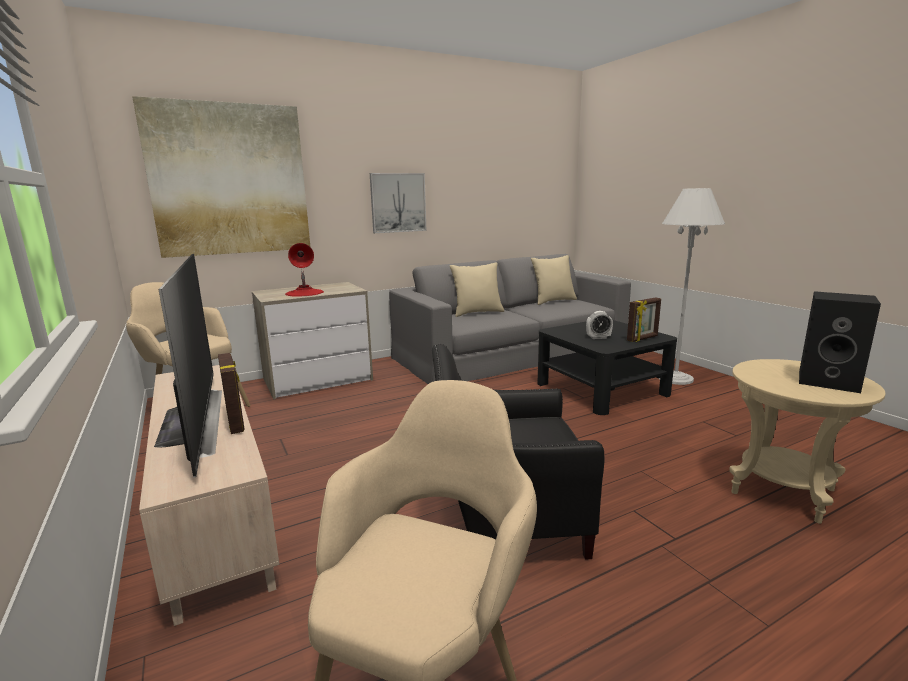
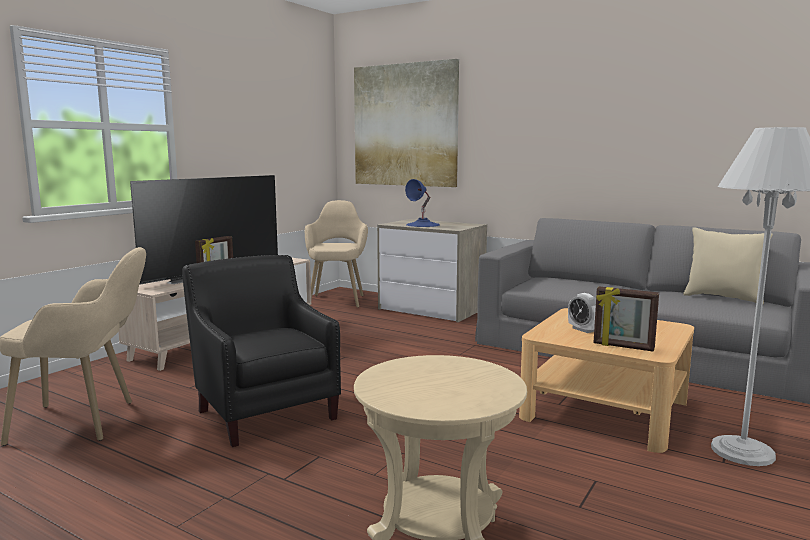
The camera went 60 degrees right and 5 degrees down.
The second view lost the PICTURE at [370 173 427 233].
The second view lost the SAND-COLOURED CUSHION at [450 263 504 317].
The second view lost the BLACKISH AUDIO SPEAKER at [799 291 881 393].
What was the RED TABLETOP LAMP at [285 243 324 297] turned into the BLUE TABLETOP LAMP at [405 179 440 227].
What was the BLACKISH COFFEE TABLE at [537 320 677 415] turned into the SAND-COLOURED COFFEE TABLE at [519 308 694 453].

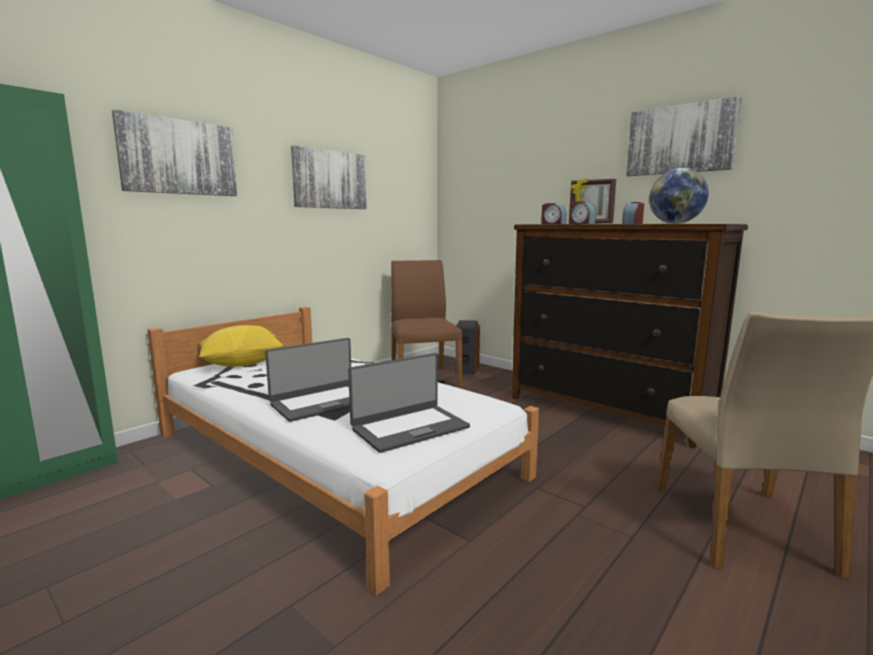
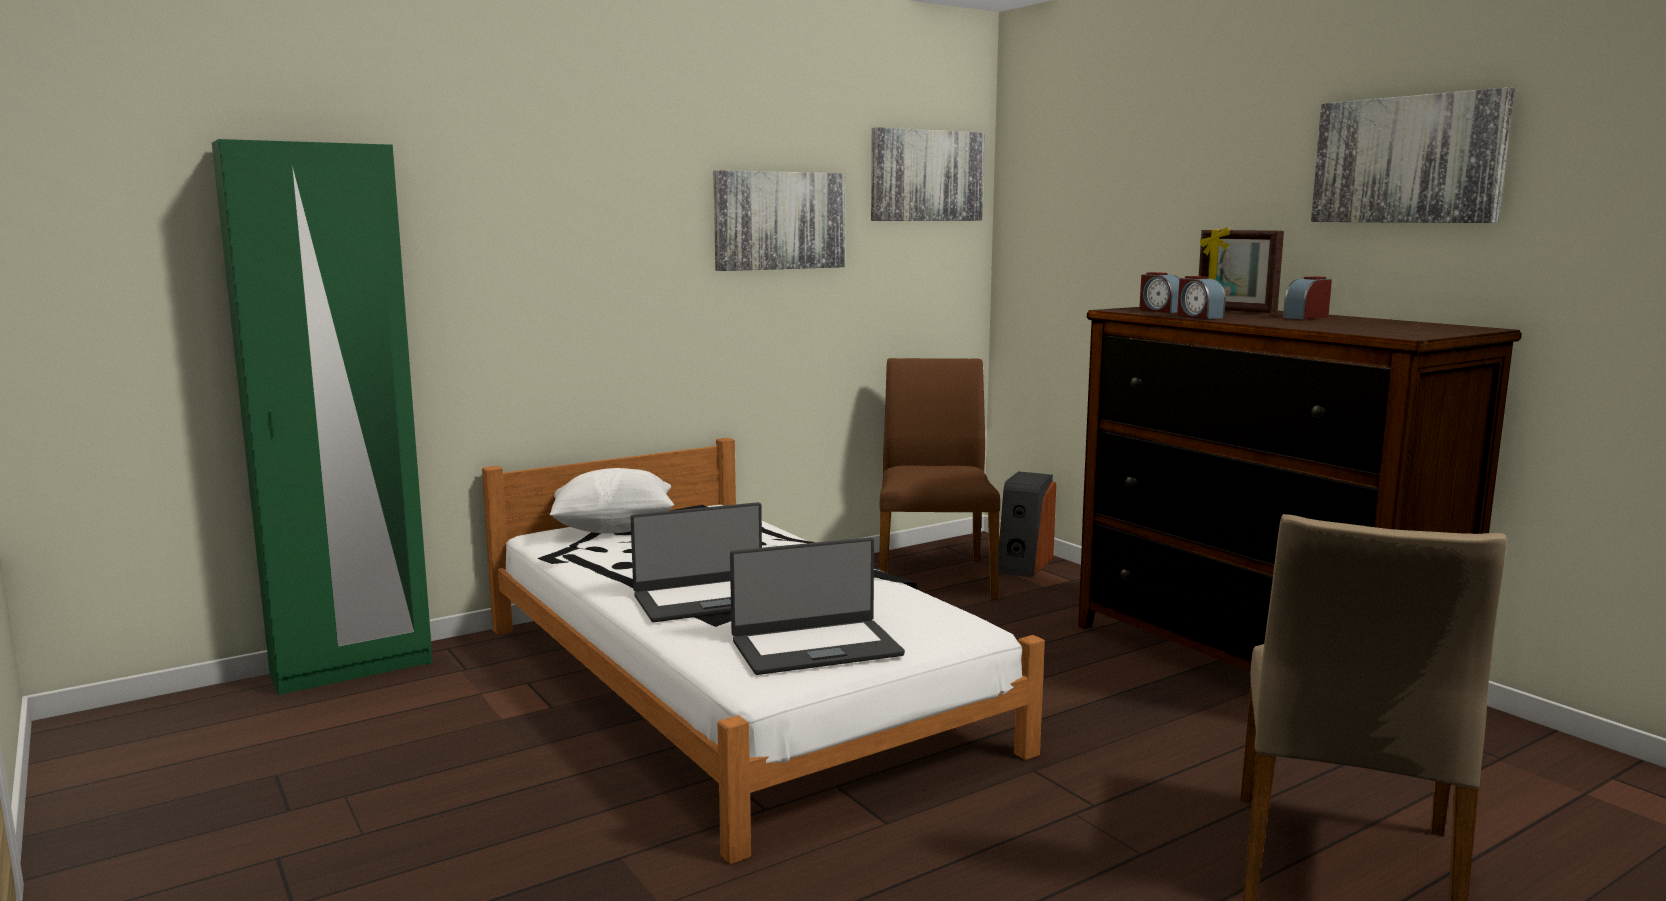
The camera went 15 degrees right and 0 degrees up.
The second view lost the DESK GLOBE at [649 168 709 224].
The PICTURE ended up elsewhere, having gone from [112 109 238 196] to [871 127 985 221].
What was the YELLOW CUSHION at [199 325 283 367] turned into the WHITISH CUSHION at [550 468 674 534].

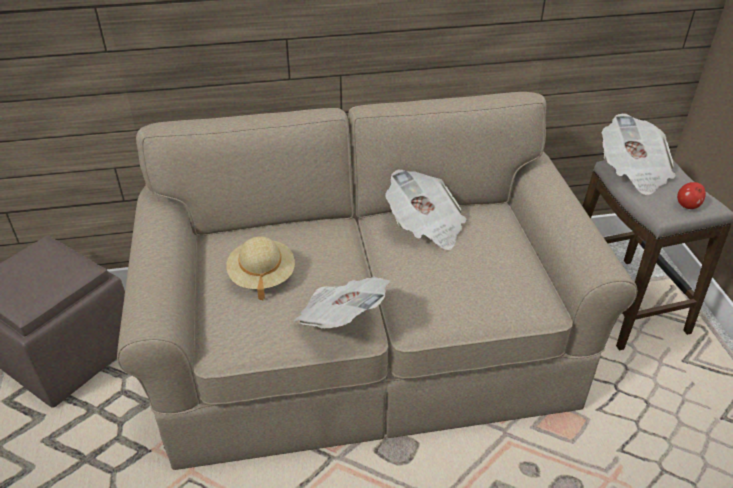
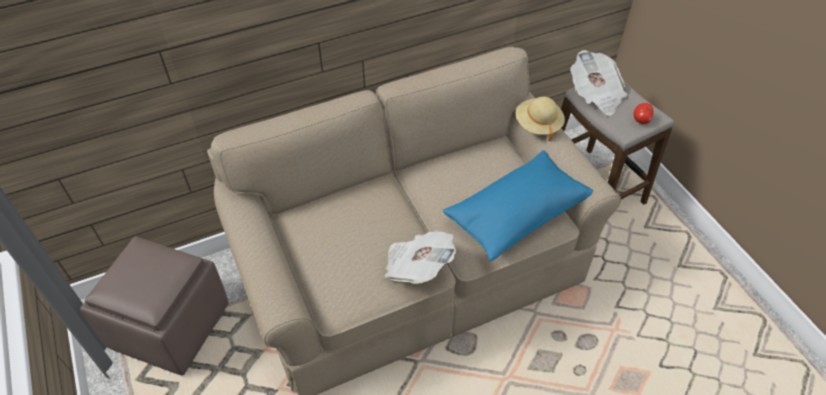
The camera went 15 degrees left and 10 degrees up.
The second view lost the NEWSPAPER at [385 169 467 250].
The second view gained the BLUE CUSHION at [443 150 593 261].
The SAND-COLOURED CLOTHING HAT ended up elsewhere, having gone from [226 236 295 300] to [516 97 565 141].

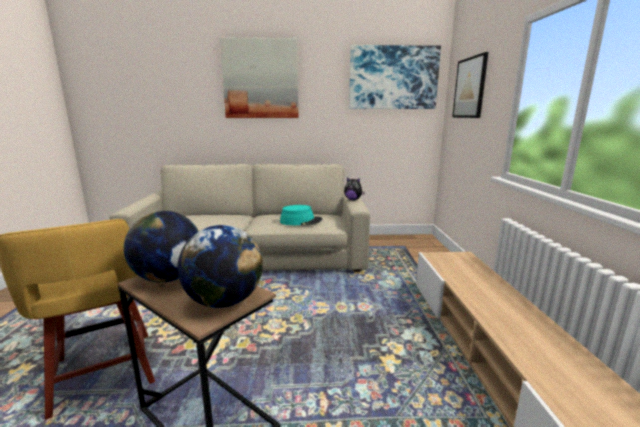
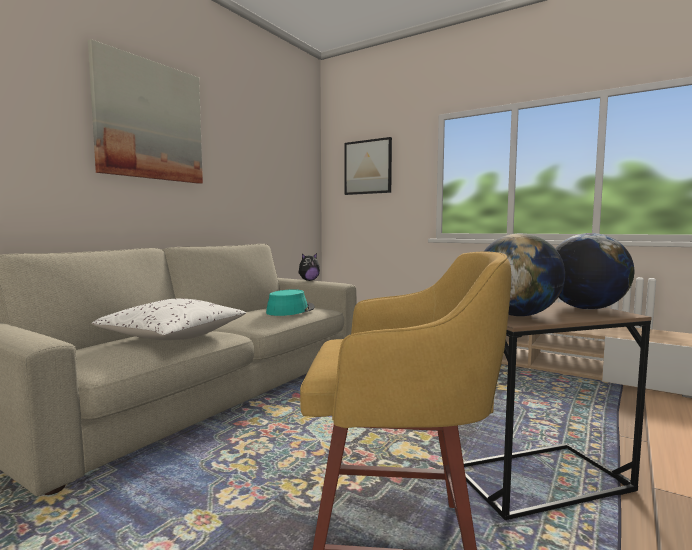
The camera went 55 degrees left and 10 degrees down.
The second view lost the PICTURE at [349 45 441 109].
The second view gained the WHITISH CUSHION at [92 299 246 340].

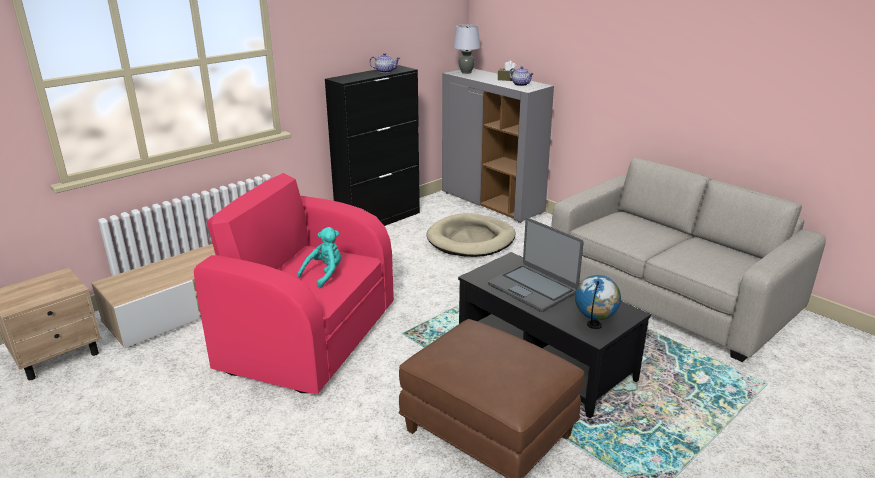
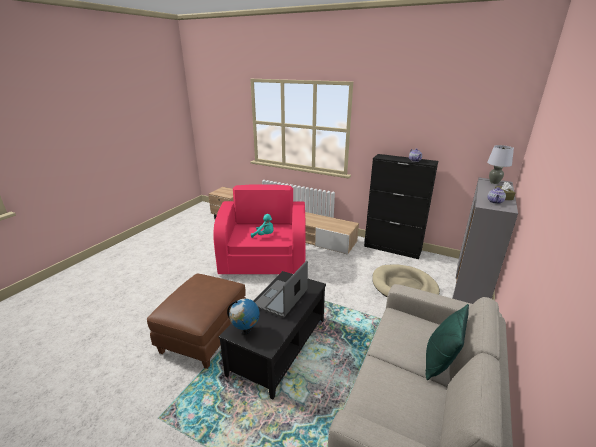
The camera went 70 degrees right and 0 degrees up.
The second view gained the GREENISH CUSHION at [425 304 469 380].

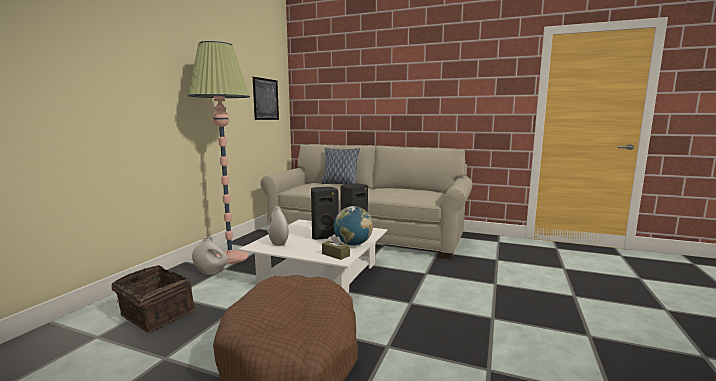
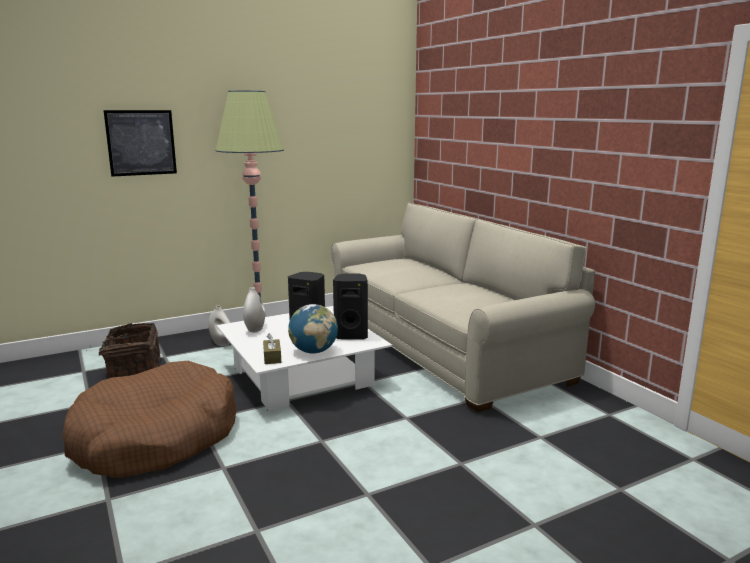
The camera went 40 degrees right and 5 degrees up.
The second view lost the CUSHION at [321 148 360 184].
The PICTURE ended up elsewhere, having gone from [253 77 279 120] to [103 110 177 177].

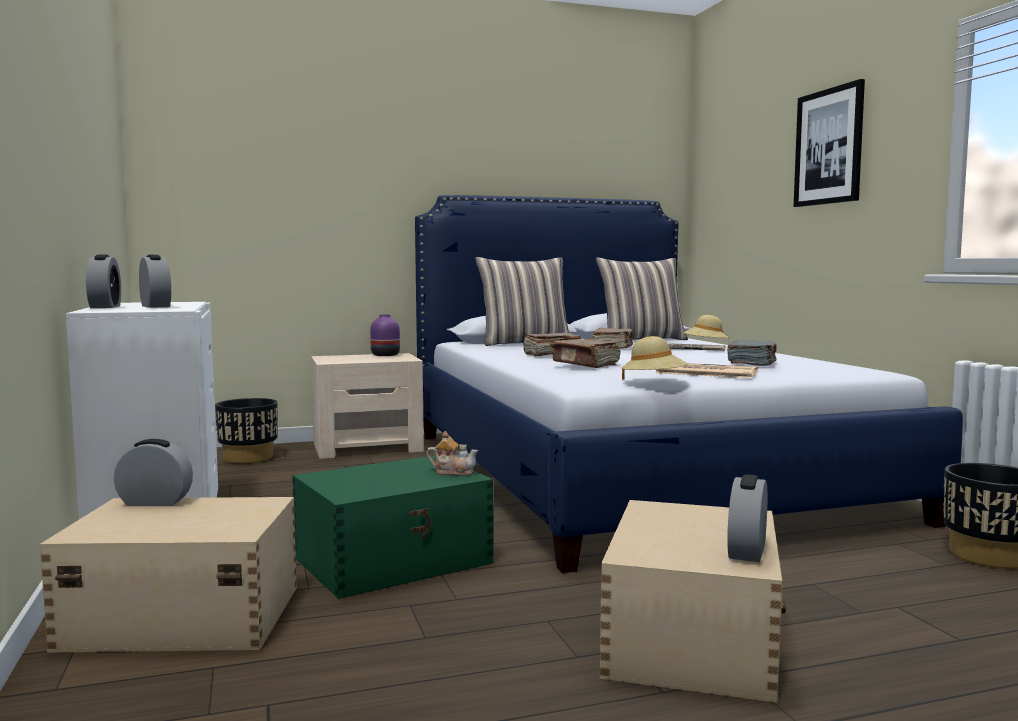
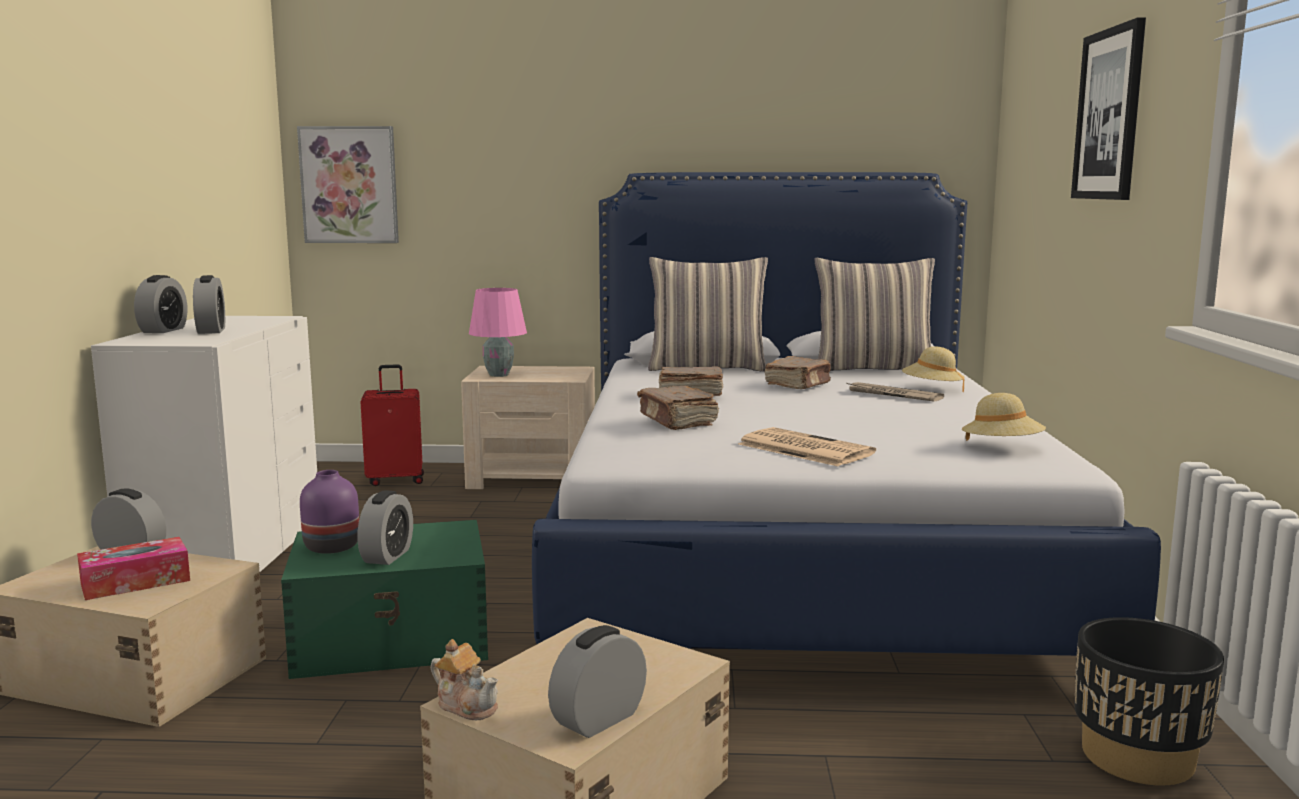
The camera went 20 degrees right and 5 degrees up.
The second view lost the GRAY BOUND BOOK at [727 339 777 366].
The second view gained the TISSUE BOX at [77 537 190 600].
The second view gained the PICTURE at [297 126 399 243].
The second view gained the ALARM CLOCK at [357 490 413 565].
The second view gained the PINK-COLOURED TABLETOP LAMP at [469 288 527 377].
The PURPLE-COLOURED VASE ended up elsewhere, having gone from [370 314 400 356] to [300 470 359 554].
The TEAPOT ended up elsewhere, having gone from [427 431 478 476] to [431 639 498 720].
The SAND-COLOURED CLOTHING HAT ended up elsewhere, having gone from [621 336 688 381] to [962 393 1046 441].
Where the BLACKISH FLOWER POT stood at [215 398 278 464], the RED TRAVEL CASE came to stand at [360 364 424 486].

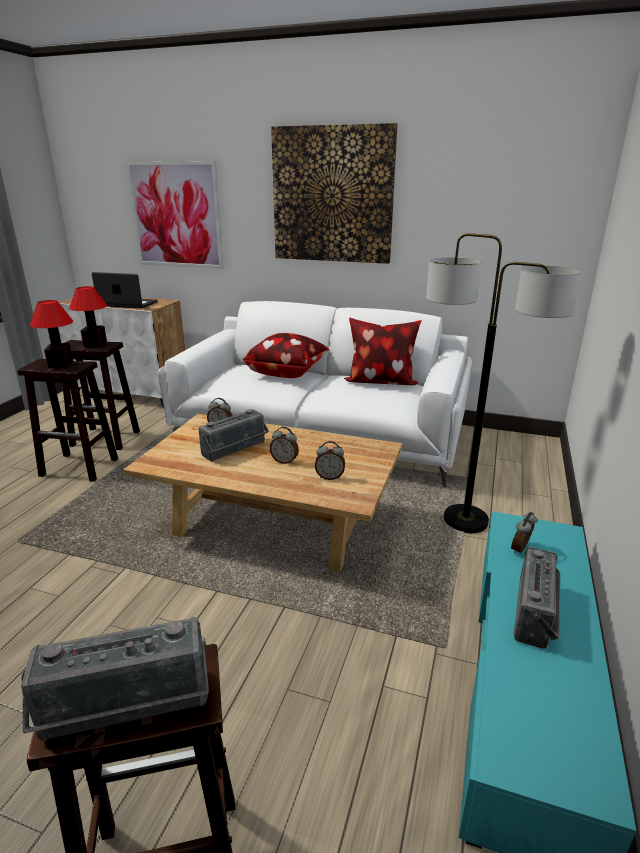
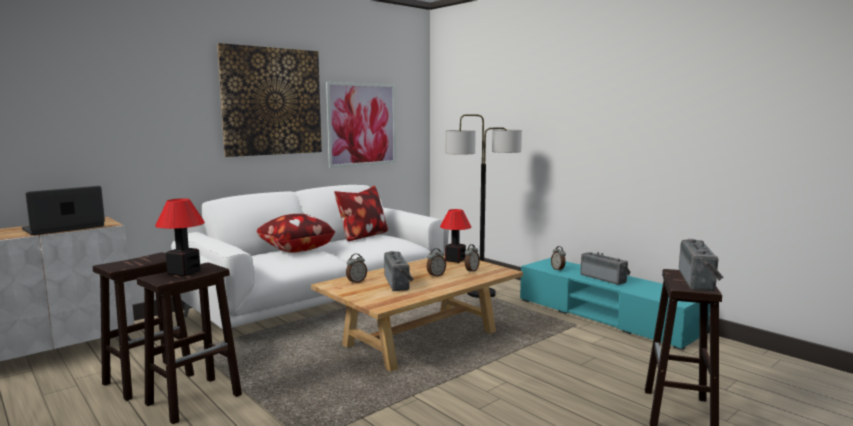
The camera went 60 degrees left and 15 degrees down.
The TABLETOP LAMP ended up elsewhere, having gone from [69 286 107 347] to [440 209 471 263].
The PICTURE ended up elsewhere, having gone from [126 161 224 269] to [326 82 396 168].

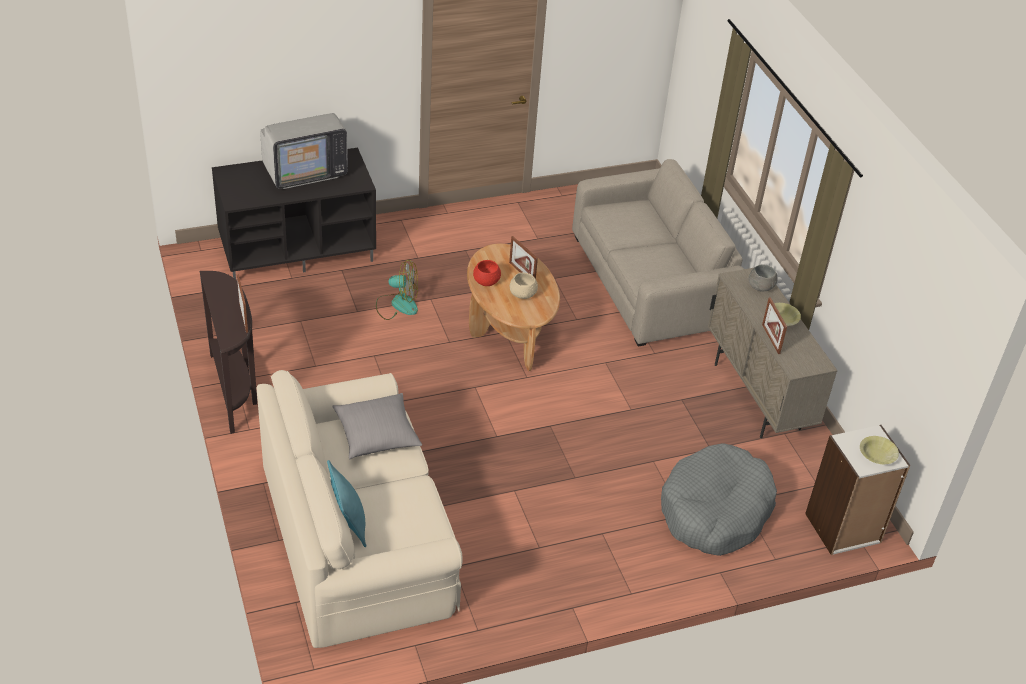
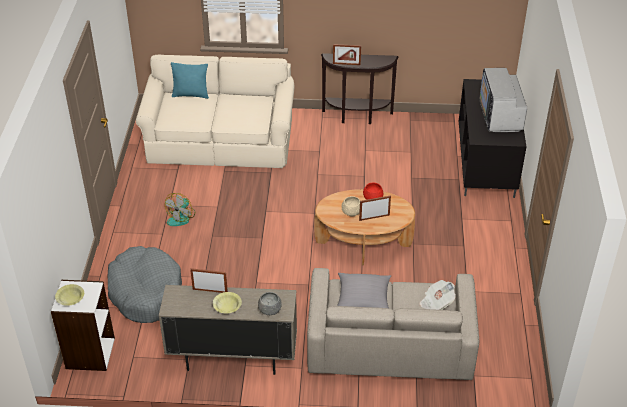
The camera went 115 degrees right and 0 degrees up.
The second view gained the NEWSPAPER at [419 280 456 310].
The GRAY CUSHION ended up elsewhere, having gone from [332 393 422 459] to [337 273 391 308].
The ELECTRIC FAN ended up elsewhere, having gone from [376 260 418 320] to [165 193 195 226].

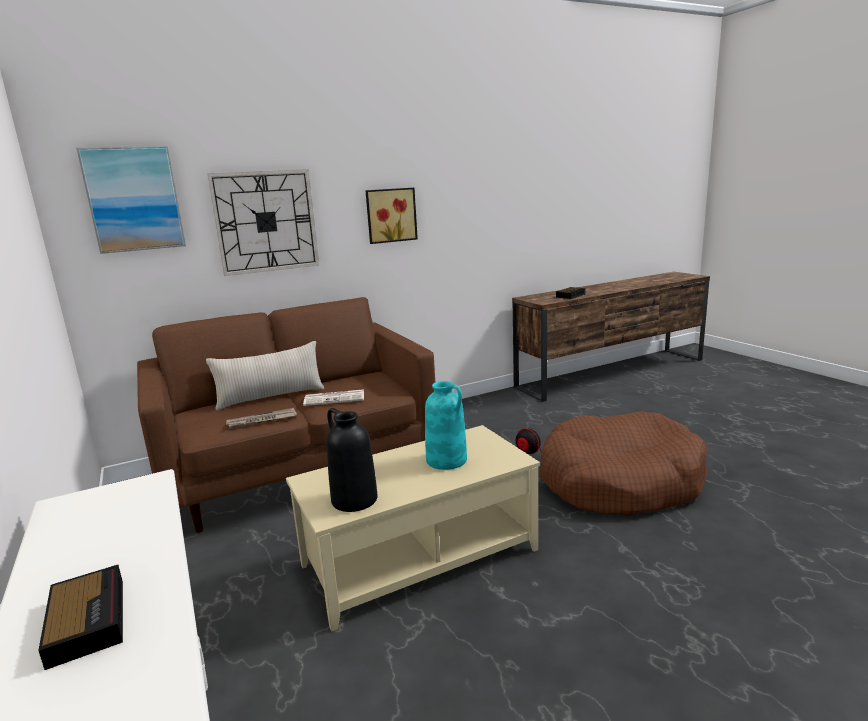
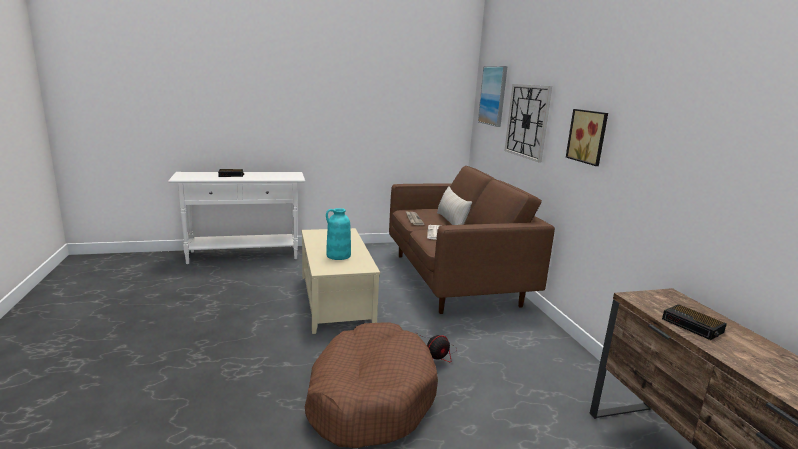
The camera went 100 degrees right and 0 degrees up.
The second view lost the BLACKISH VASE at [327 408 378 512].

